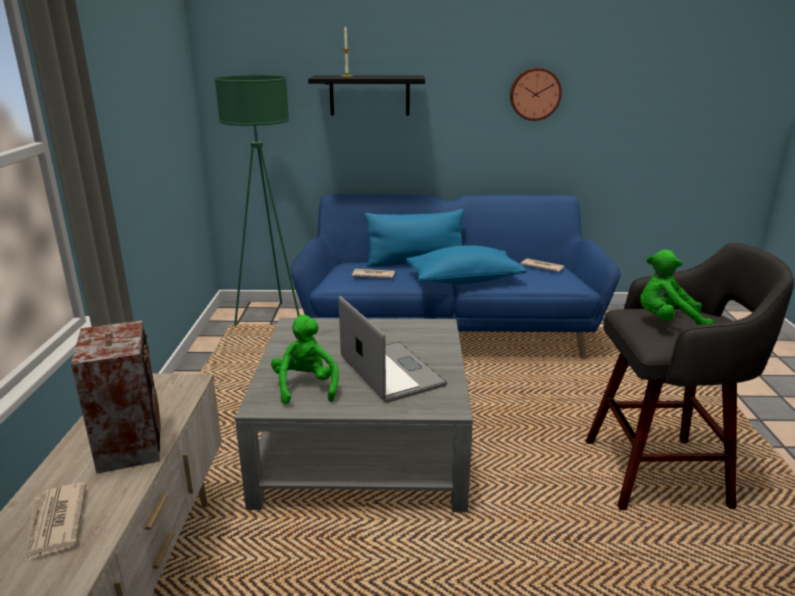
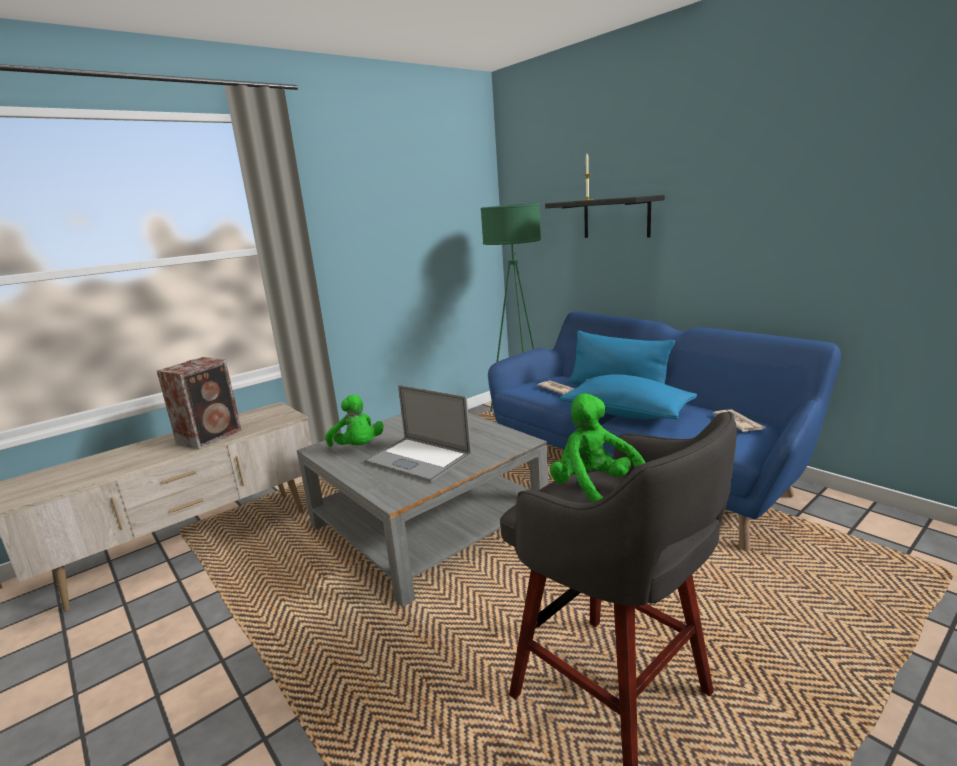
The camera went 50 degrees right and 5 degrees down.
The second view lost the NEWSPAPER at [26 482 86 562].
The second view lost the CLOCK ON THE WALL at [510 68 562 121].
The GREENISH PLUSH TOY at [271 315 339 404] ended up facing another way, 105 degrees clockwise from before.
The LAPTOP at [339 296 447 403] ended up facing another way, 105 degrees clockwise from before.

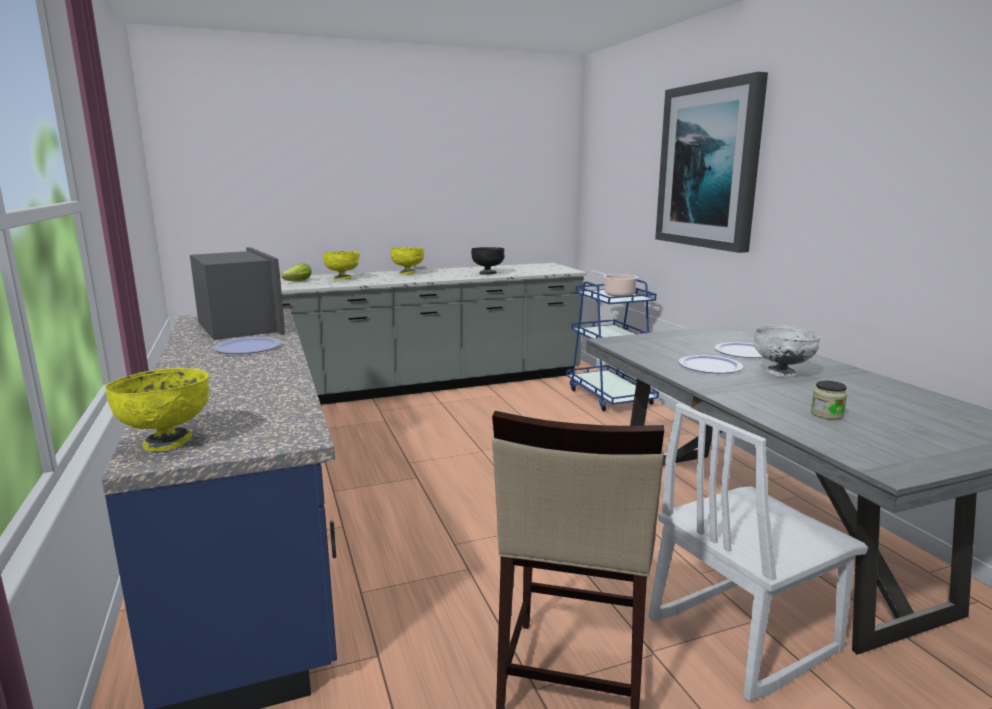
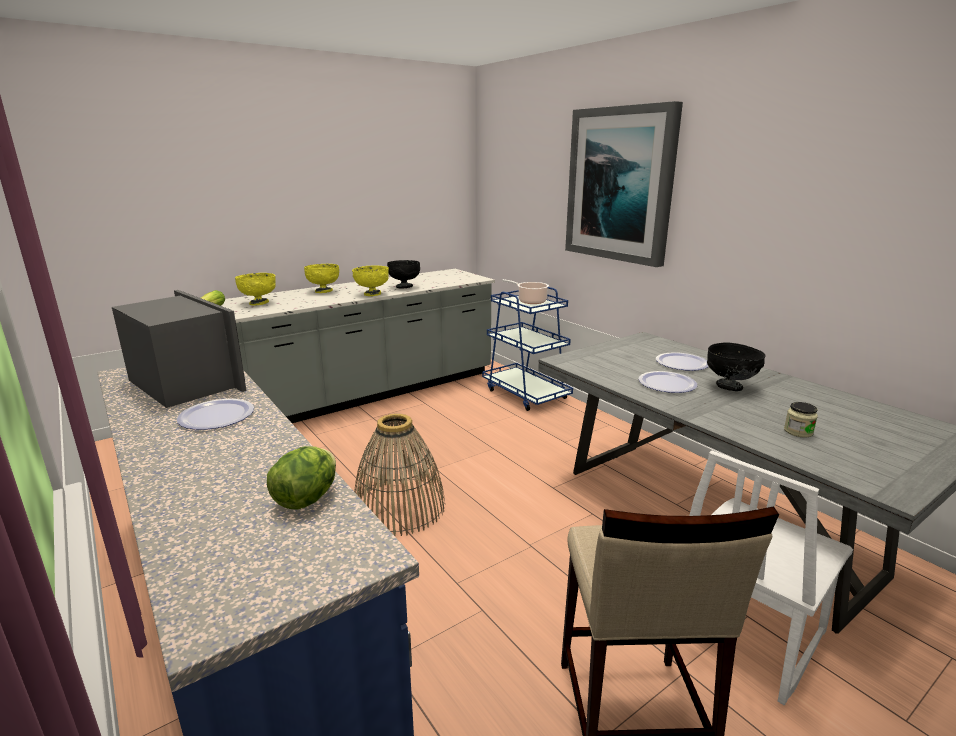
The camera went 15 degrees left and 5 degrees up.
The second view gained the HEAD OF LETTUCE at [267 446 336 510].
The second view gained the BASKET at [354 413 445 536].
The YELLOW BOWL ended up elsewhere, having gone from [105 368 209 451] to [352 266 389 296].
What was the WHITISH BOWL at [754 325 821 378] turned into the BLACKISH BOWL at [707 342 766 391].

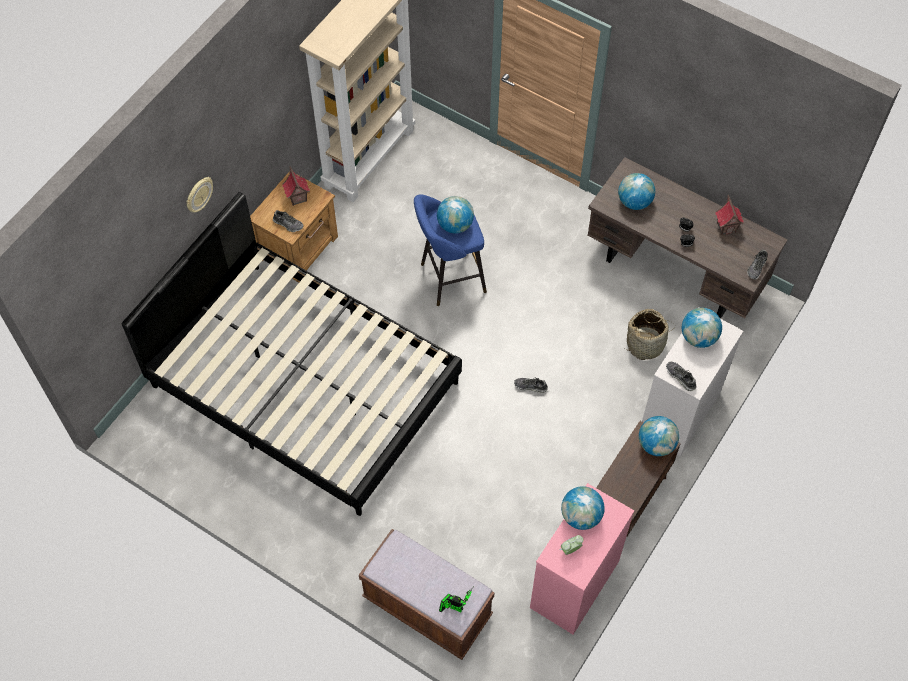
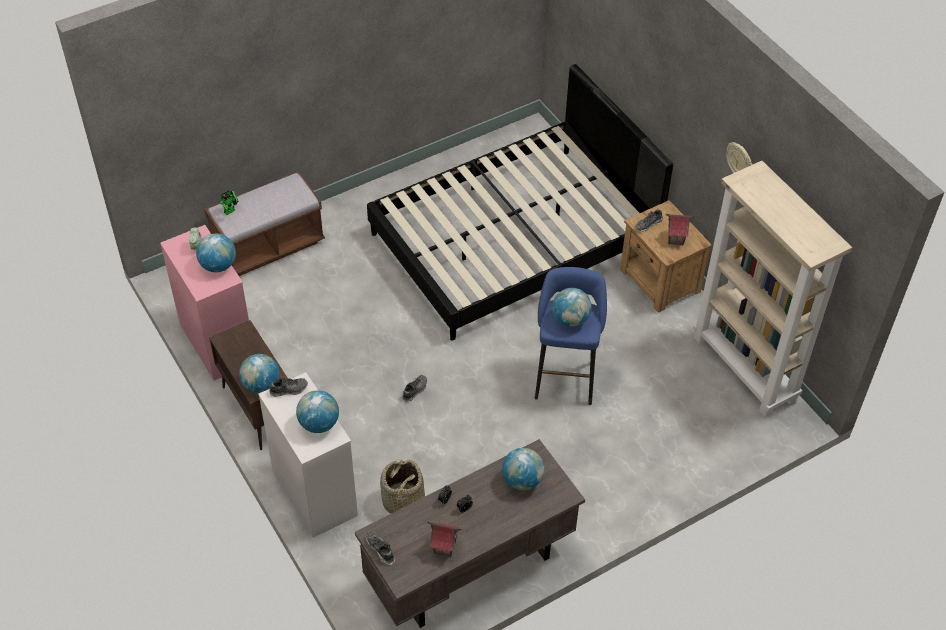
The camera went 115 degrees right and 10 degrees down.
The CLOCK ON THE WALL ended up elsewhere, having gone from [186 177 213 213] to [726 142 753 173].

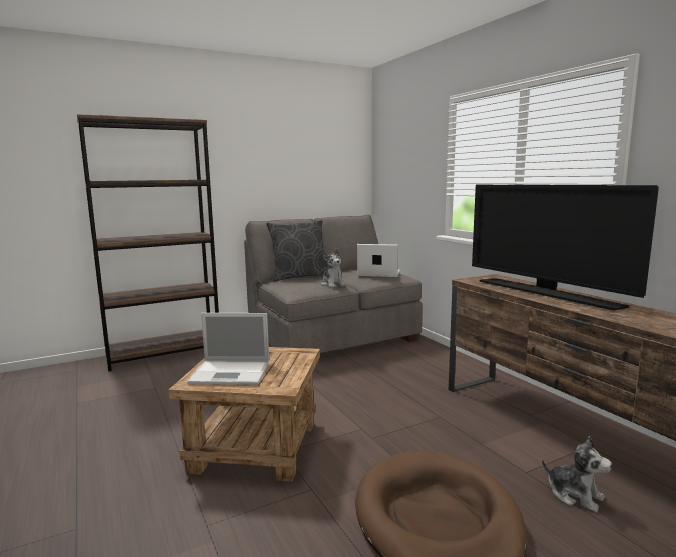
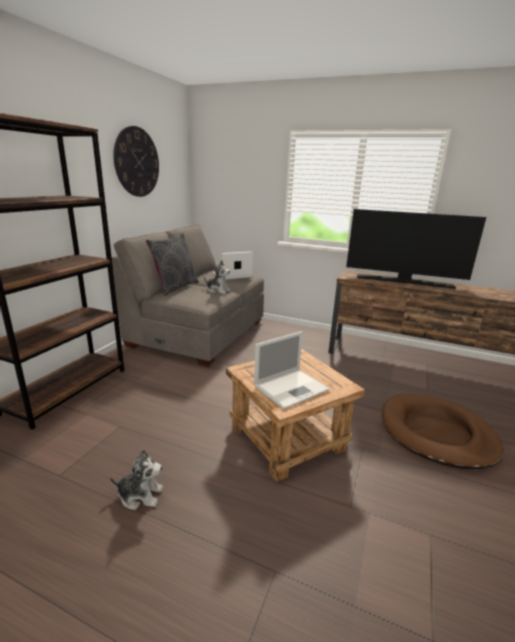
The camera went 40 degrees left and 10 degrees up.
The second view gained the CLOCK ON THE WALL at [113 126 159 197].
The PLUSH TOY ended up elsewhere, having gone from [542 436 612 512] to [109 449 163 510].

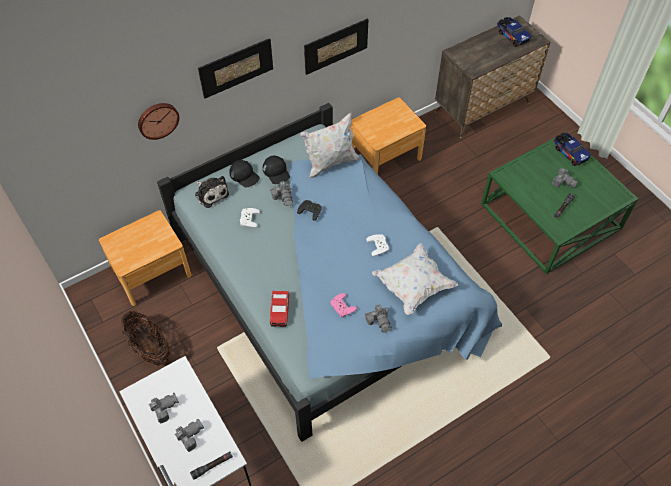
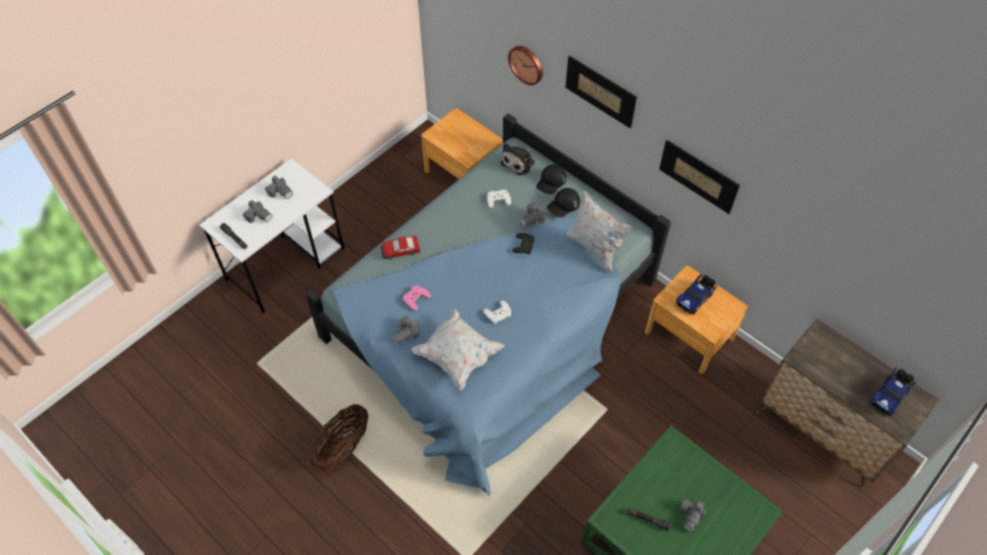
The camera went 75 degrees right and 0 degrees up.
The BASKET ended up elsewhere, having gone from [121 310 170 366] to [310 404 368 471].
The TOY LORRY ended up elsewhere, having gone from [554 133 591 166] to [676 274 717 315].

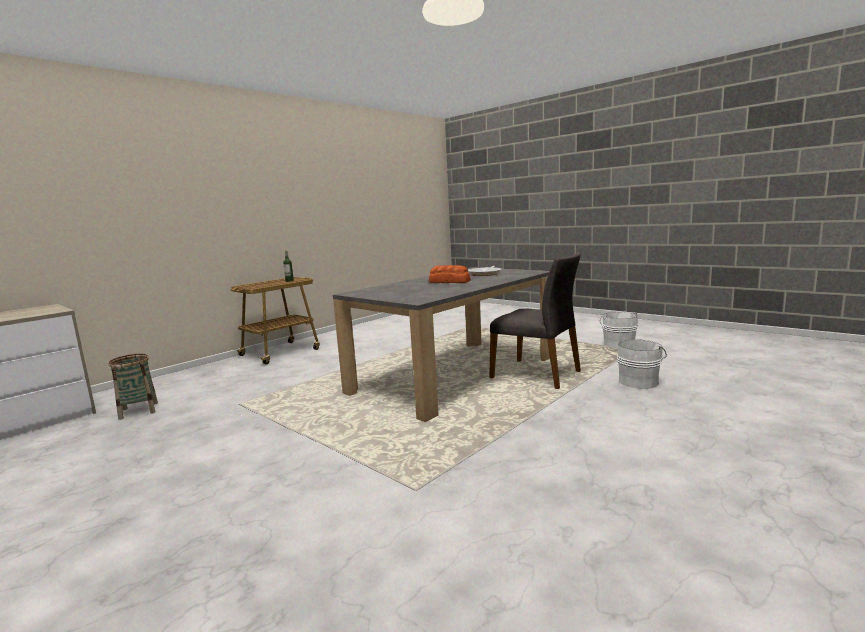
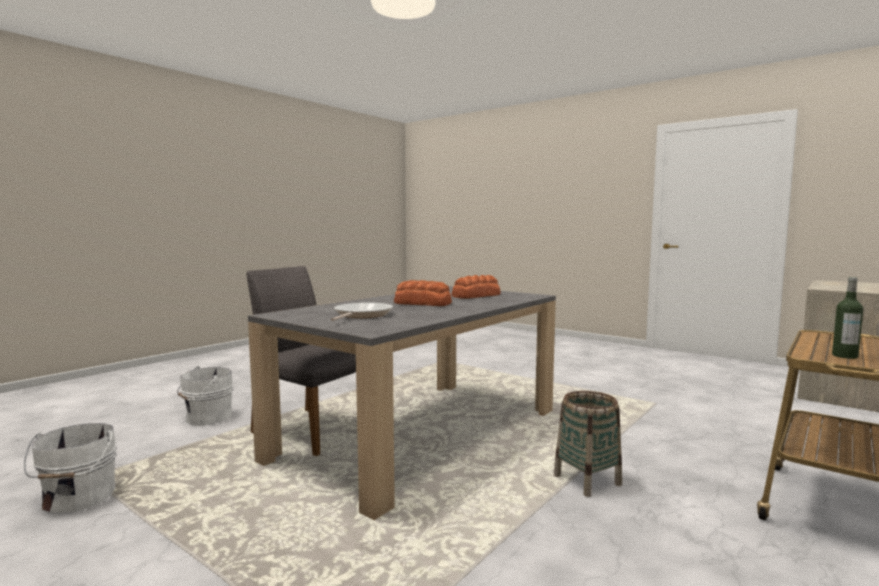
The camera went 175 degrees right and 5 degrees down.
The second view gained the BAKERY BREAD at [452 275 501 299].
The BASKET ended up elsewhere, having gone from [109 354 158 420] to [554 391 622 497].

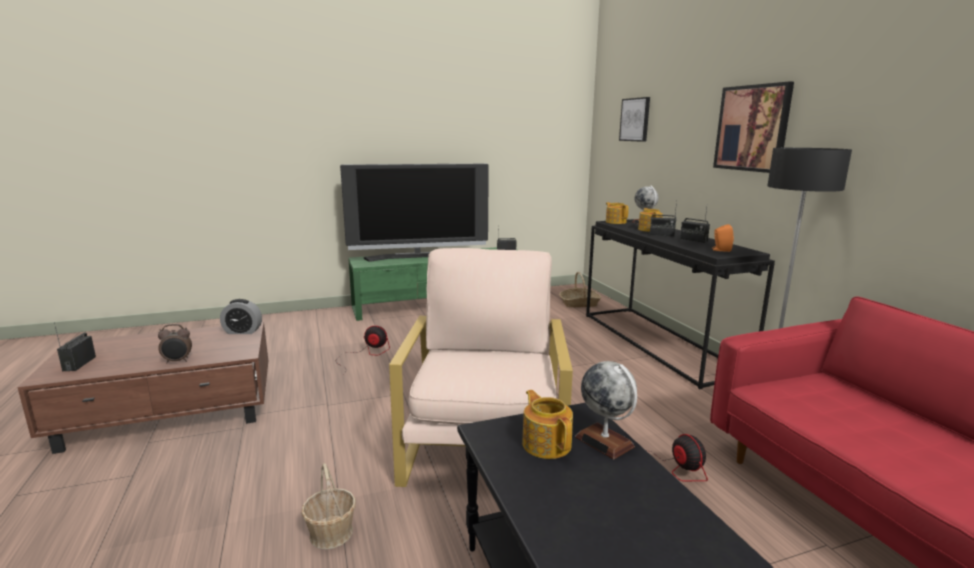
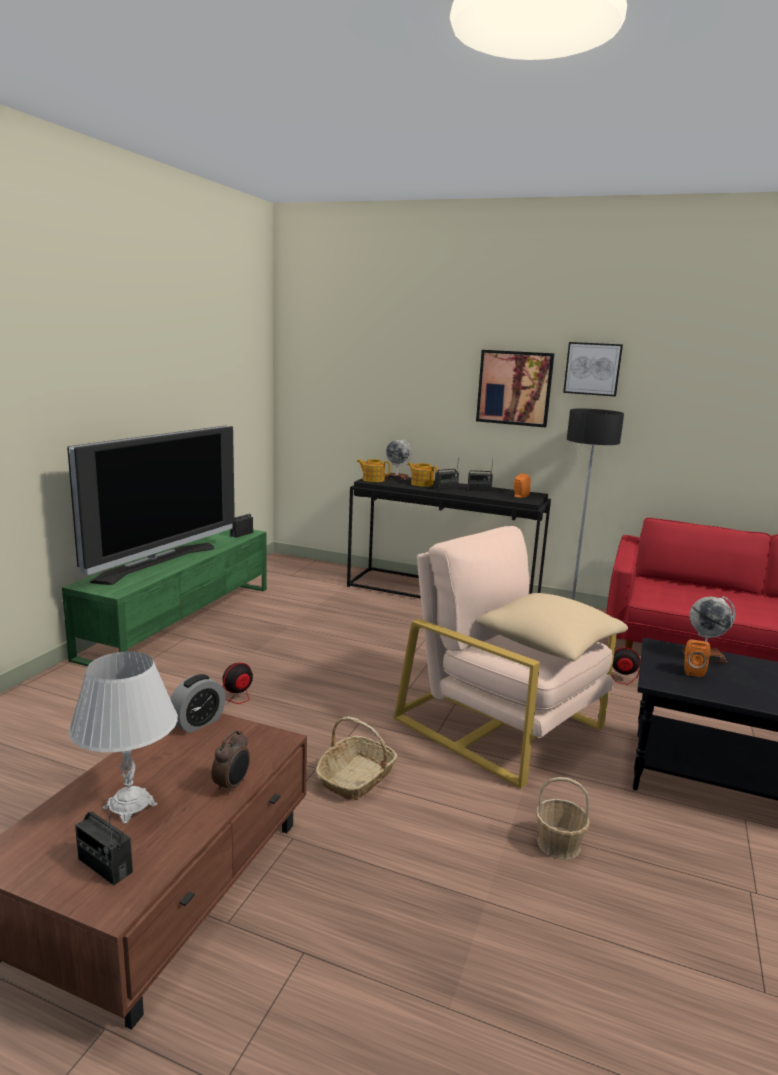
The camera went 50 degrees left and 0 degrees up.
The second view gained the WHITISH TABLETOP LAMP at [69 651 178 824].
The second view gained the SAND-COLOURED CUSHION at [477 593 628 662].
The BASKET ended up elsewhere, having gone from [559 272 601 307] to [316 717 397 801].
The PICTURE ended up elsewhere, having gone from [619 97 650 142] to [563 342 623 397].
Where the TEAPOT stood at [522 390 573 459], the ORANGEY AUDIO SPEAKER came to stand at [685 640 710 677].

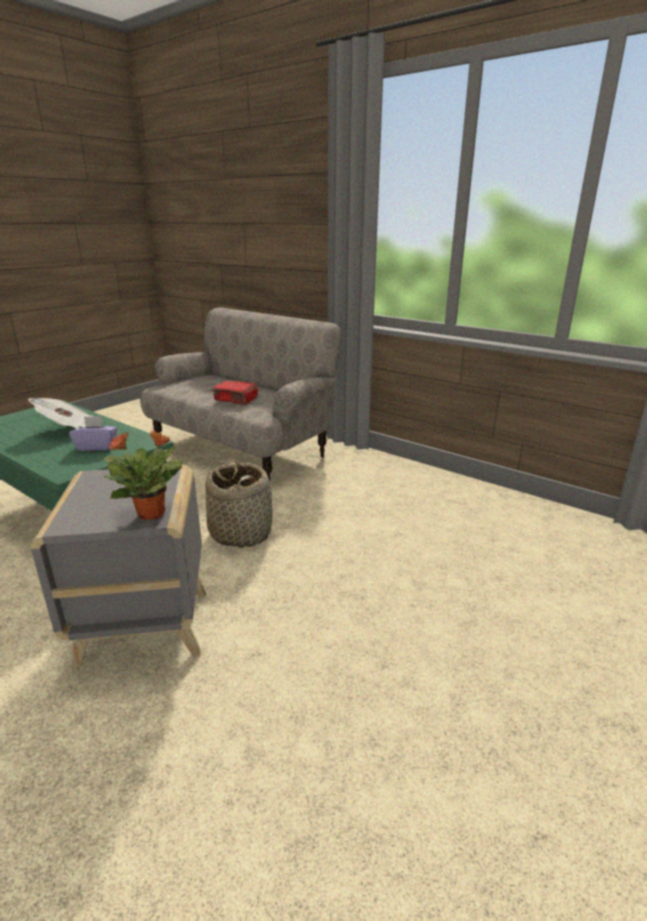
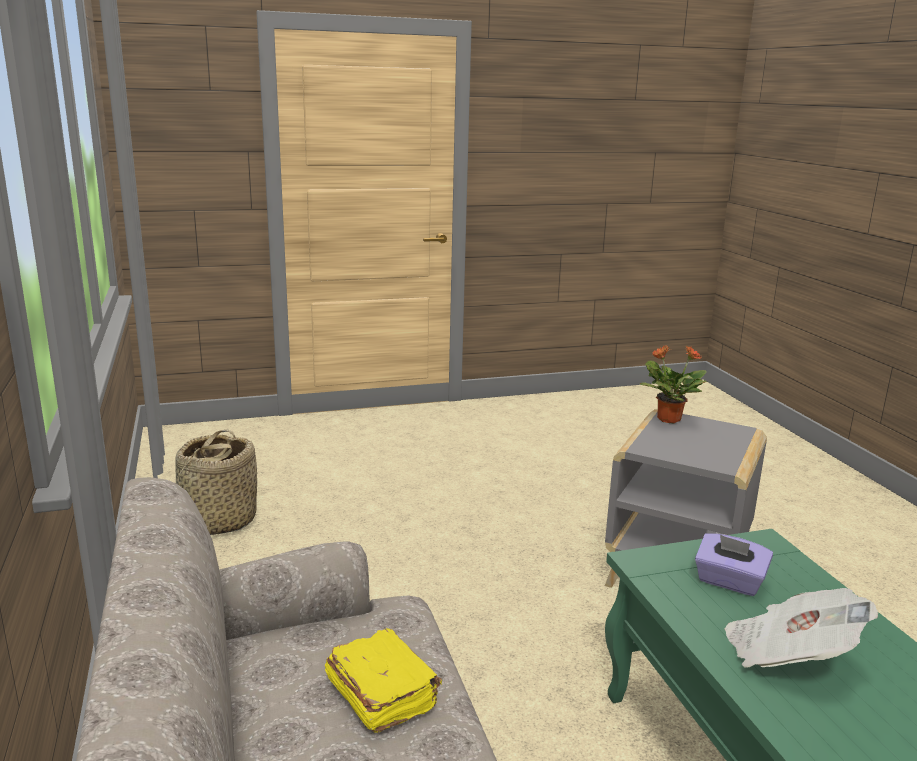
The camera went 145 degrees left and 5 degrees down.
The BASKET ended up elsewhere, having gone from [205 459 273 548] to [175 430 257 535].
What was the RED BOUND BOOK at [212 380 258 405] turned into the YELLOW BOUND BOOK at [325 628 442 733].

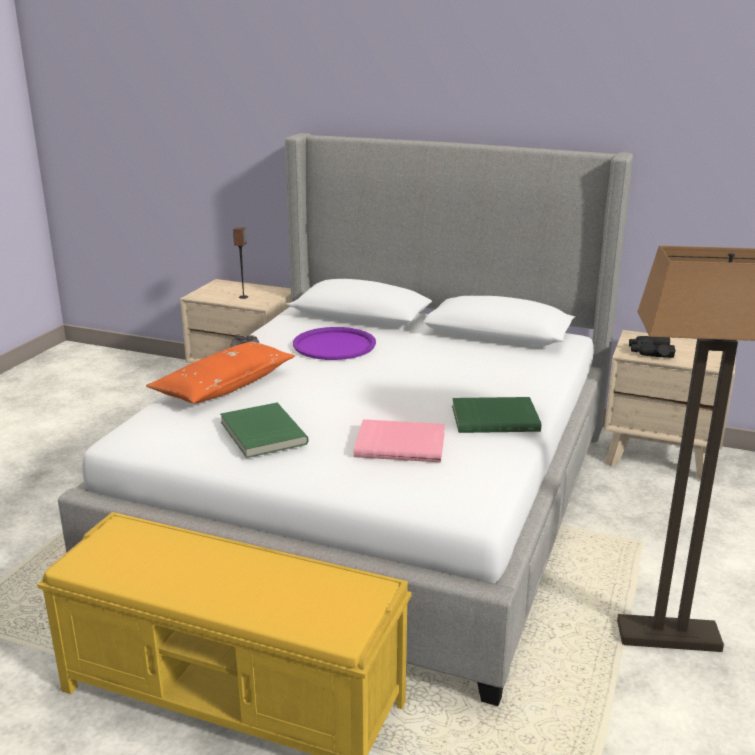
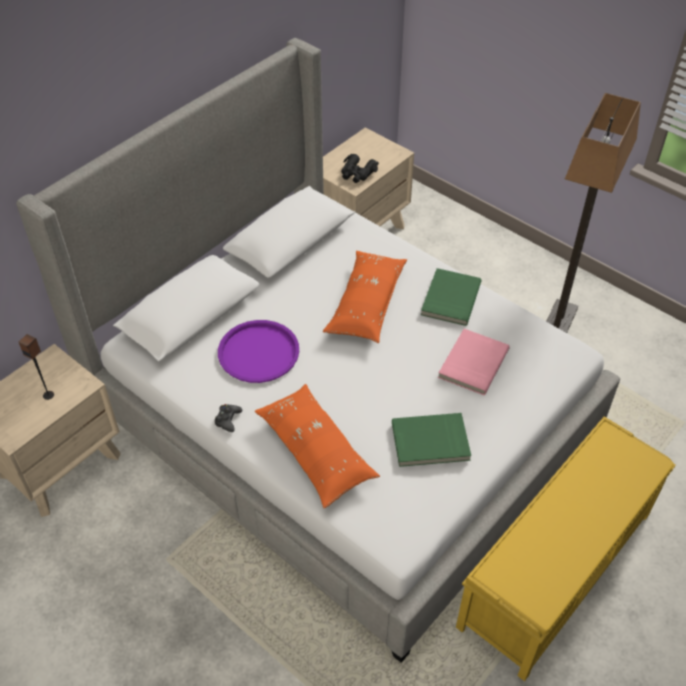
The camera went 70 degrees left and 25 degrees up.
The second view gained the ORANGEY CUSHION at [323 251 407 343].

